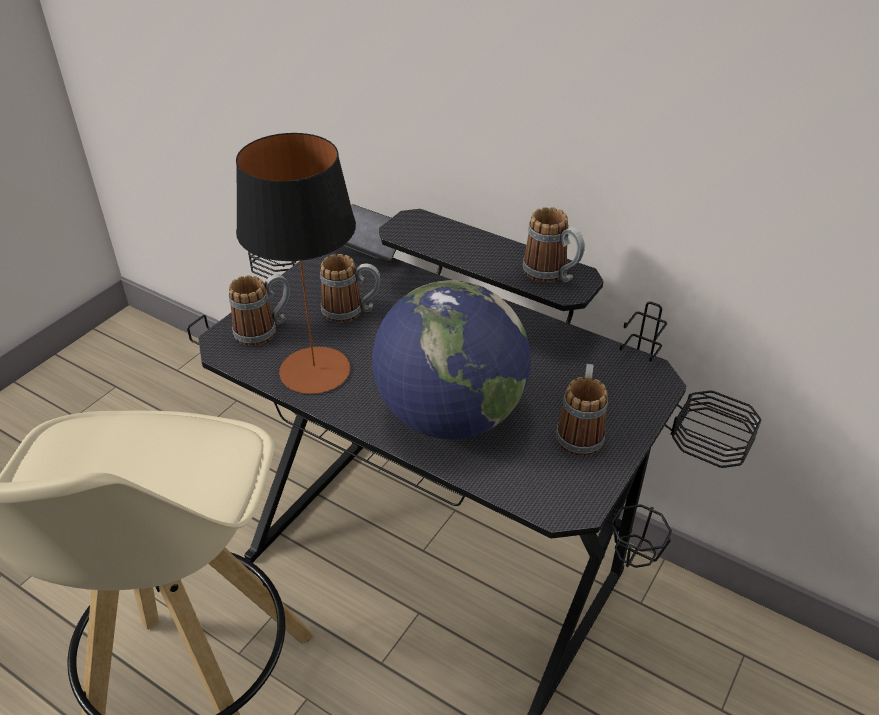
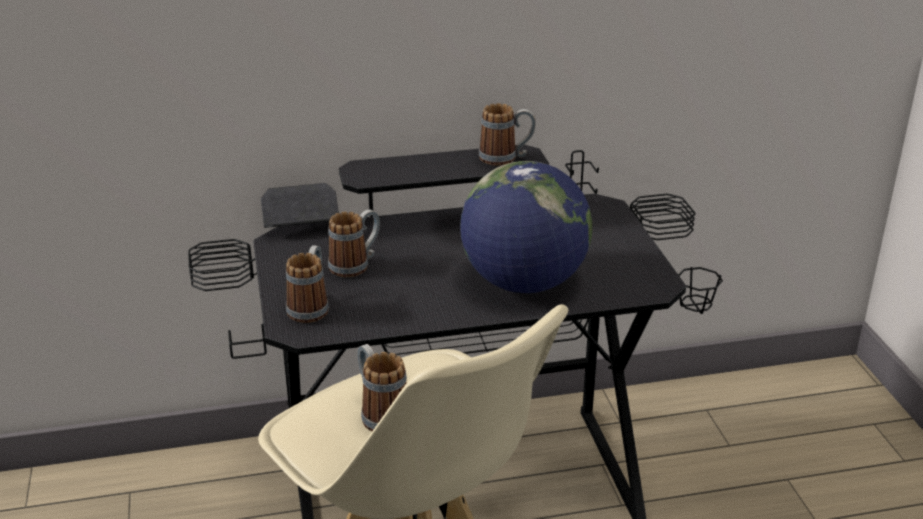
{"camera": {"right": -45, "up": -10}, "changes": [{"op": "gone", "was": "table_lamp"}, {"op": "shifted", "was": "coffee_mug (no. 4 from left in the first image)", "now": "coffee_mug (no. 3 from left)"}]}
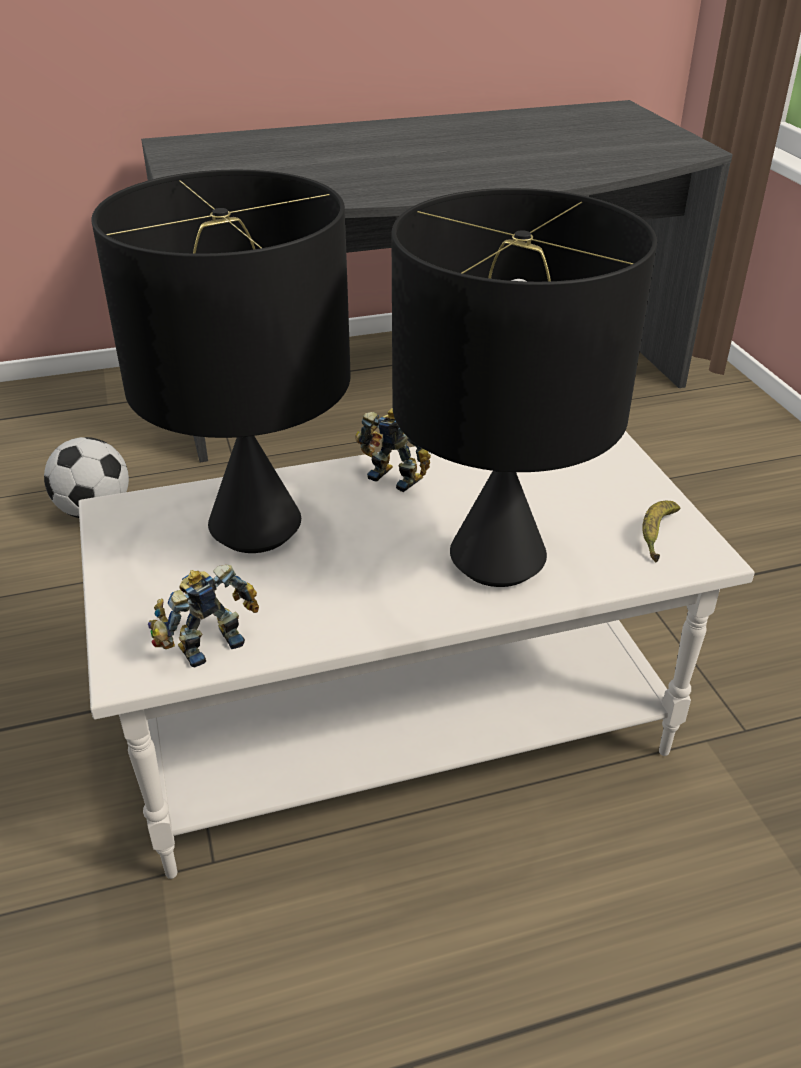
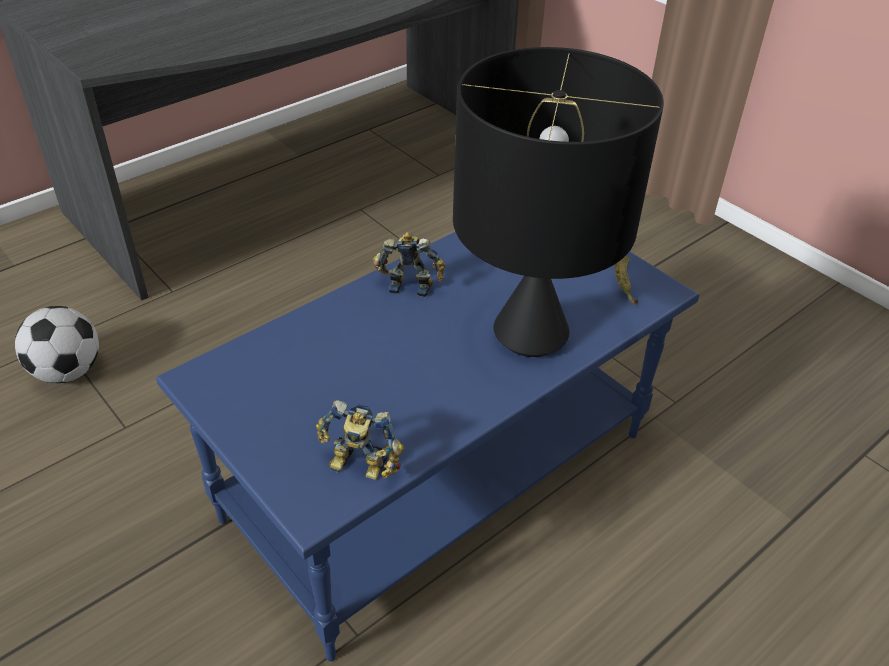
{"camera": {"right": -25, "up": 5}, "changes": [{"op": "repainted", "was": "white-coloured_low_table", "now": "blue_low_table"}, {"op": "gone", "was": "black_table_lamp (no. 1 from left)"}, {"op": "rotated", "was": "model_robot (no. 1 from left)", "clockwise": -105}]}
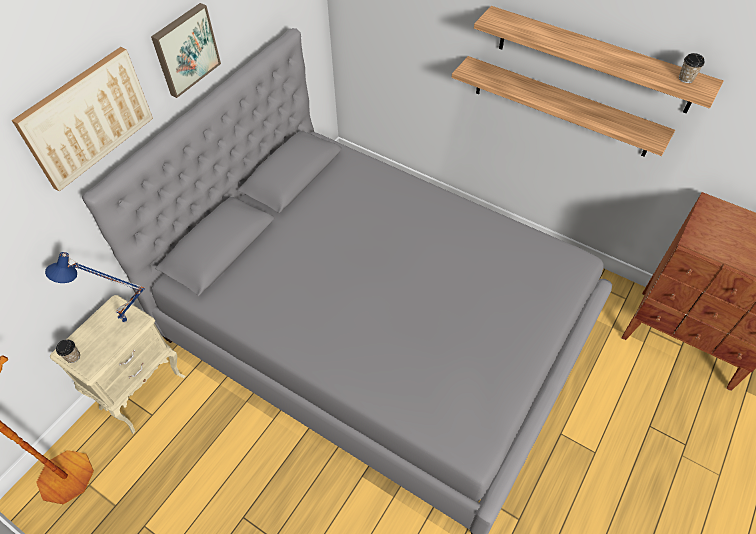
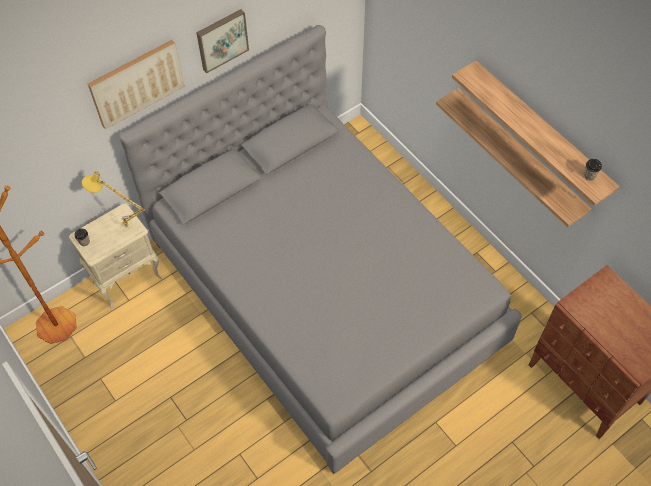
{"camera": {"right": 20, "up": 5}, "changes": [{"op": "repainted", "was": "blue_table_lamp", "now": "yellow_table_lamp"}]}
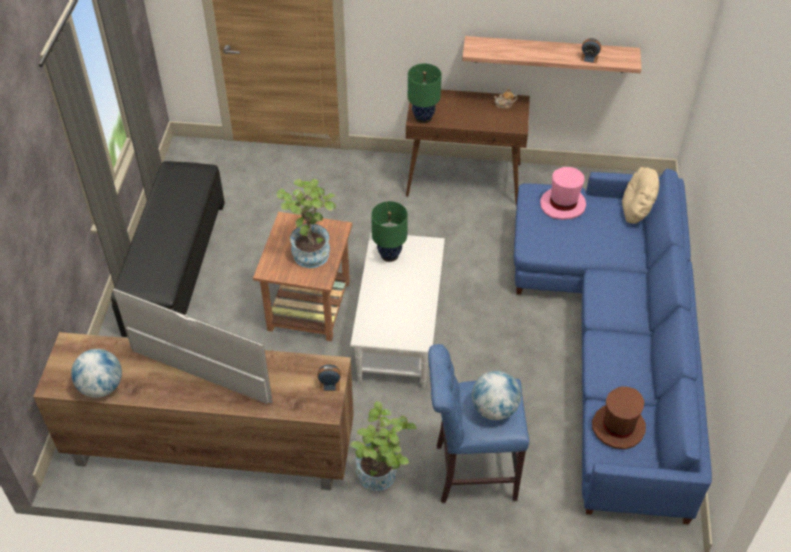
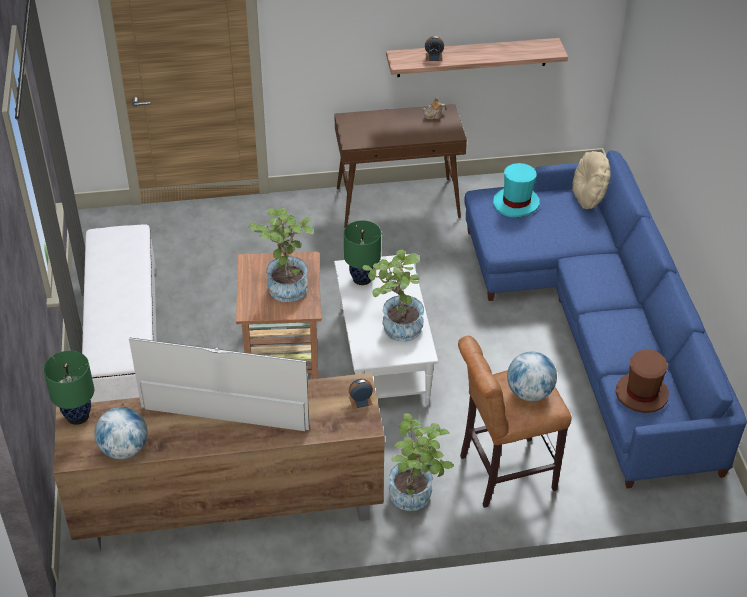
{"camera": {"right": -15, "up": -5}, "changes": [{"op": "repainted", "was": "black_long_seat", "now": "white-coloured_long_seat"}, {"op": "shifted", "was": "greenish_table_lamp (no. 2 from left in the first image)", "now": "greenish_table_lamp (no. 1 from left)"}, {"op": "repainted", "was": "blue_stool_seat", "now": "brown_stool_seat"}, {"op": "repainted", "was": "pinkish_hat", "now": "turquoise-coloured_hat"}, {"op": "shifted", "was": "table_clock (no. 2 from left)"}, {"op": "new", "now": "potted_plant (no. 2 from left)"}]}
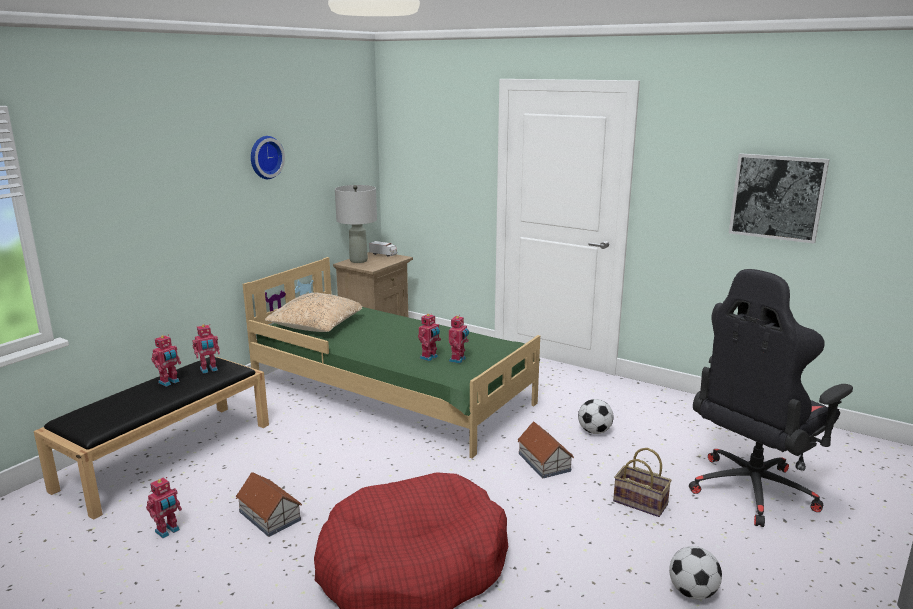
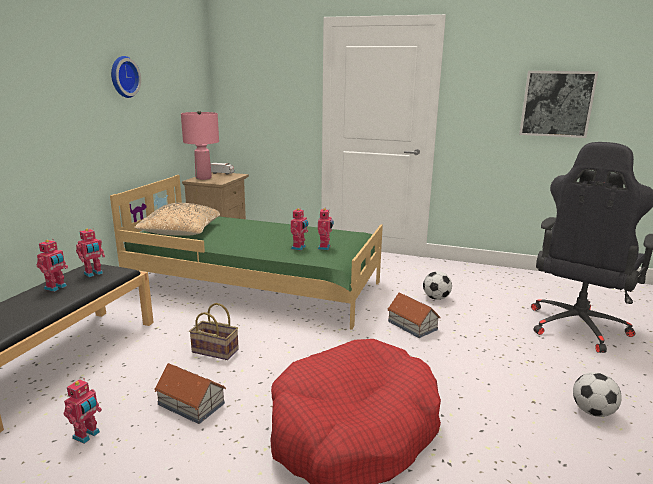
{"camera": {"right": -15, "up": 0}, "changes": [{"op": "repainted", "was": "grey_table_lamp", "now": "pinkish_table_lamp"}, {"op": "shifted", "was": "household_basket"}]}
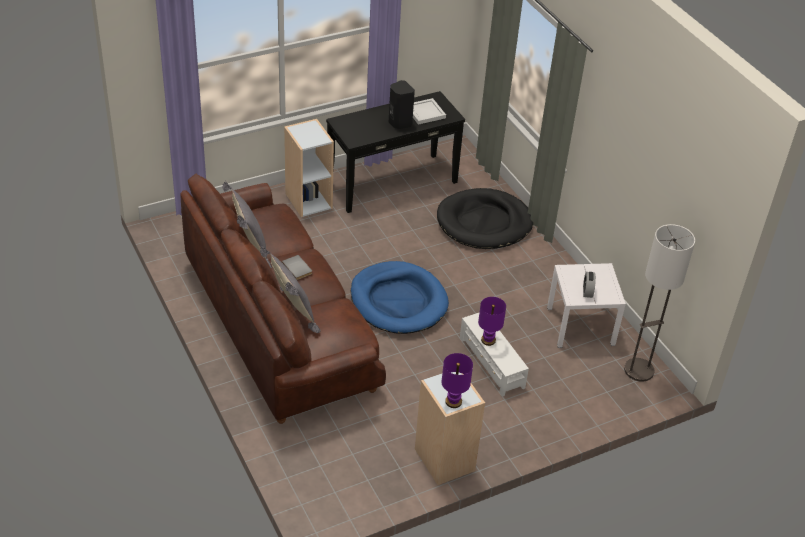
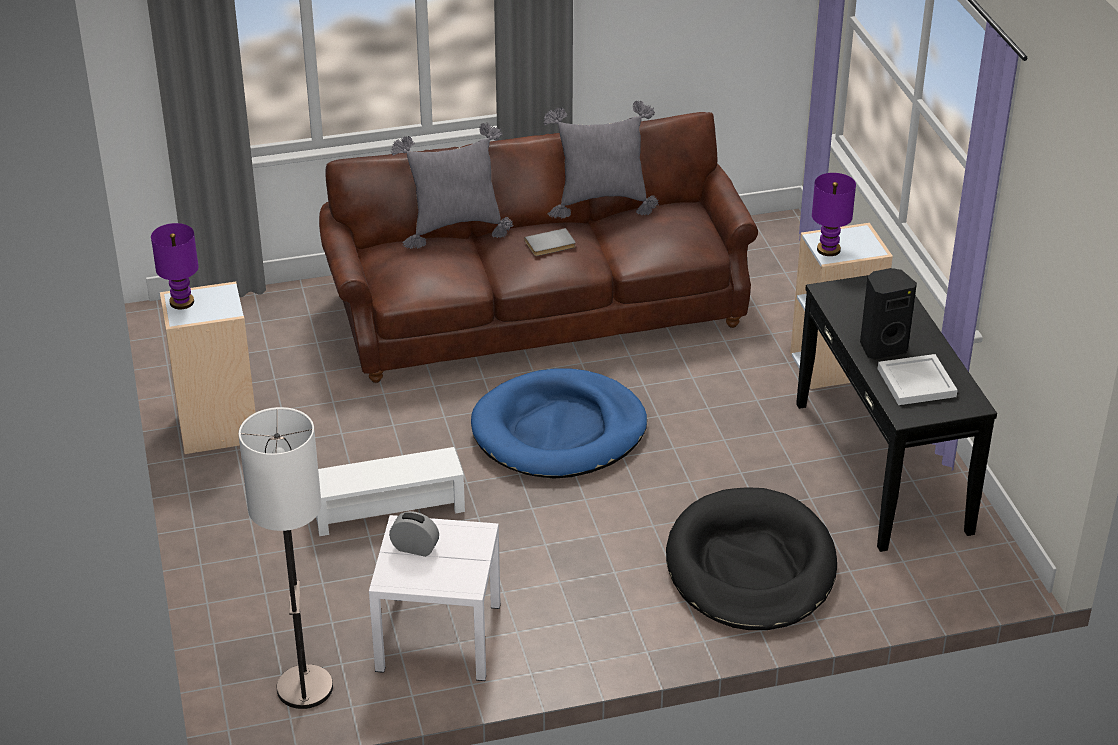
{"camera": {"right": 105, "up": -5}, "changes": [{"op": "shifted", "was": "purple-coloured_table_lamp (no. 2 from left)"}]}
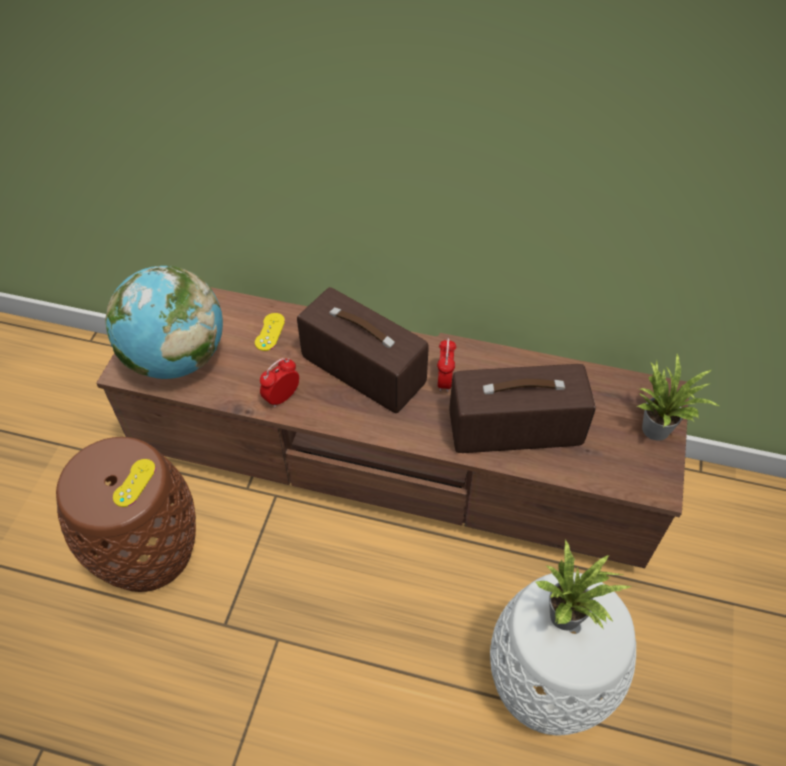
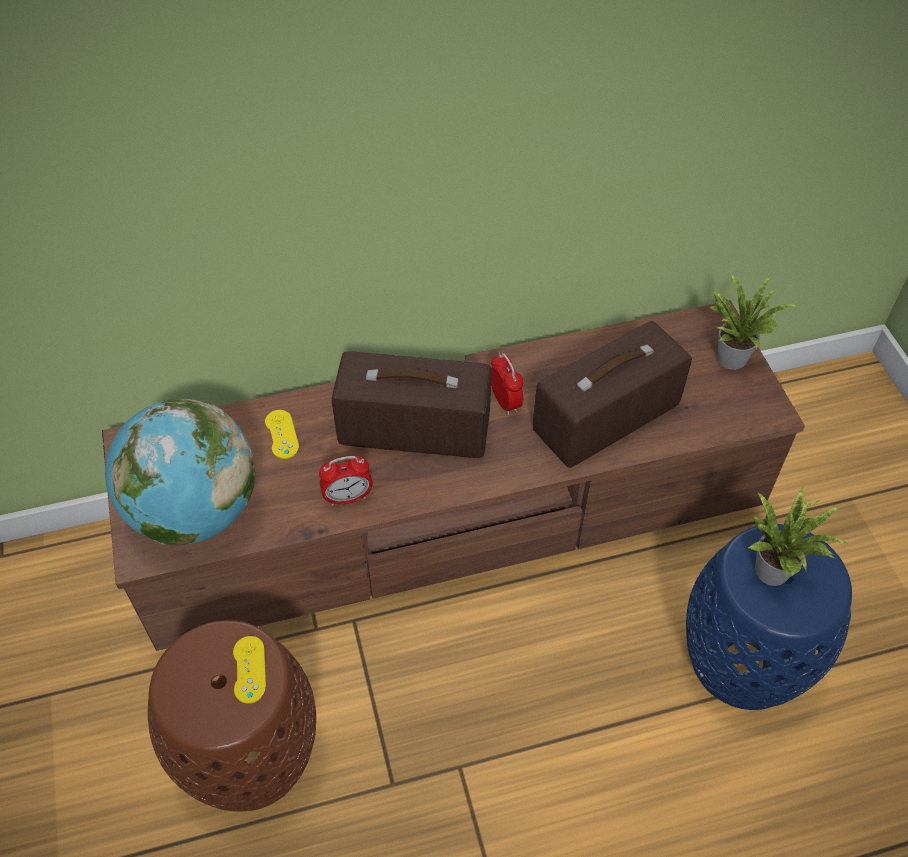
{"camera": {"right": -30, "up": 0}, "changes": [{"op": "rotated", "was": "table_clock (no. 1 from left)", "clockwise": -120}, {"op": "repainted", "was": "white-coloured_stool_seat", "now": "blue_stool_seat"}]}
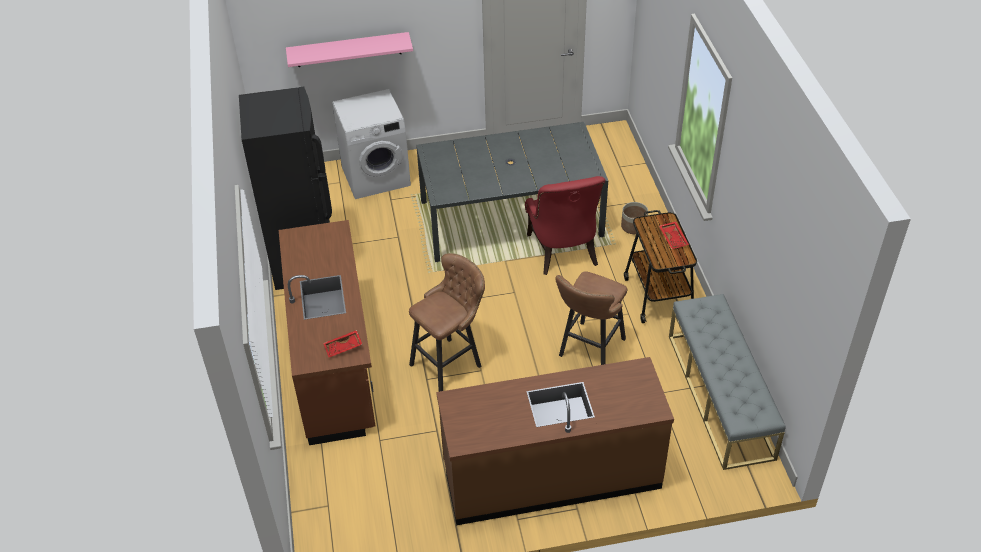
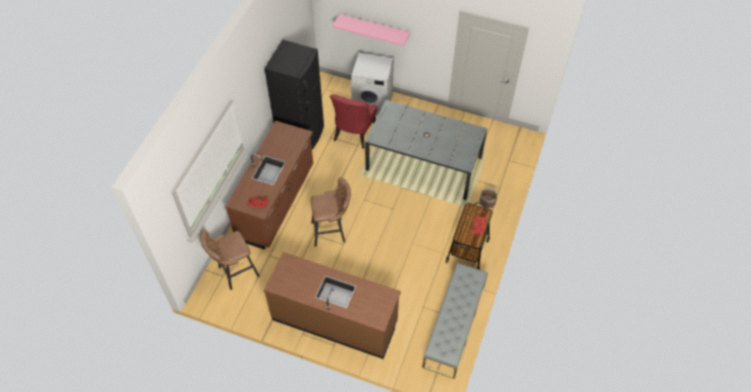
{"camera": {"right": 30, "up": 10}, "changes": [{"op": "shifted", "was": "red-coloured_plain_chair"}, {"op": "shifted", "was": "brown_stool_seat (no. 2 from left in the first image)", "now": "brown_stool_seat (no. 1 from left)"}]}
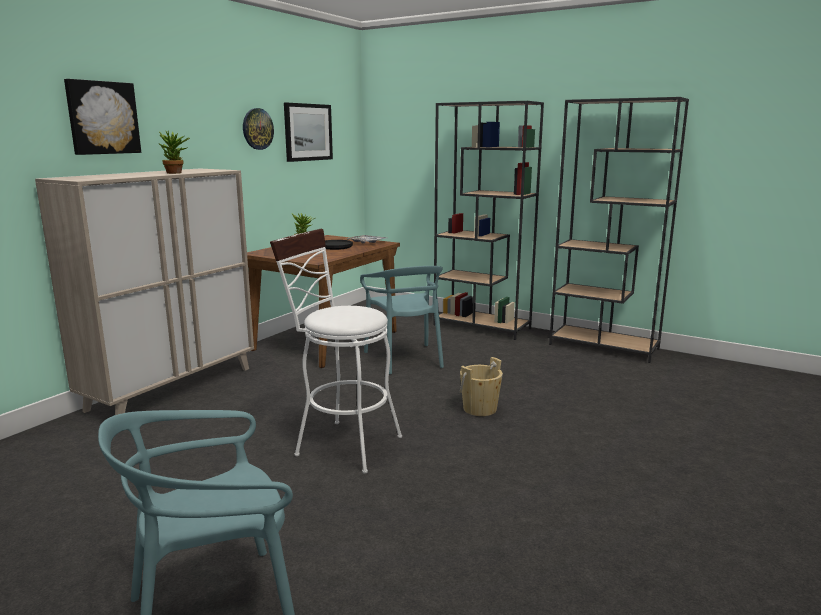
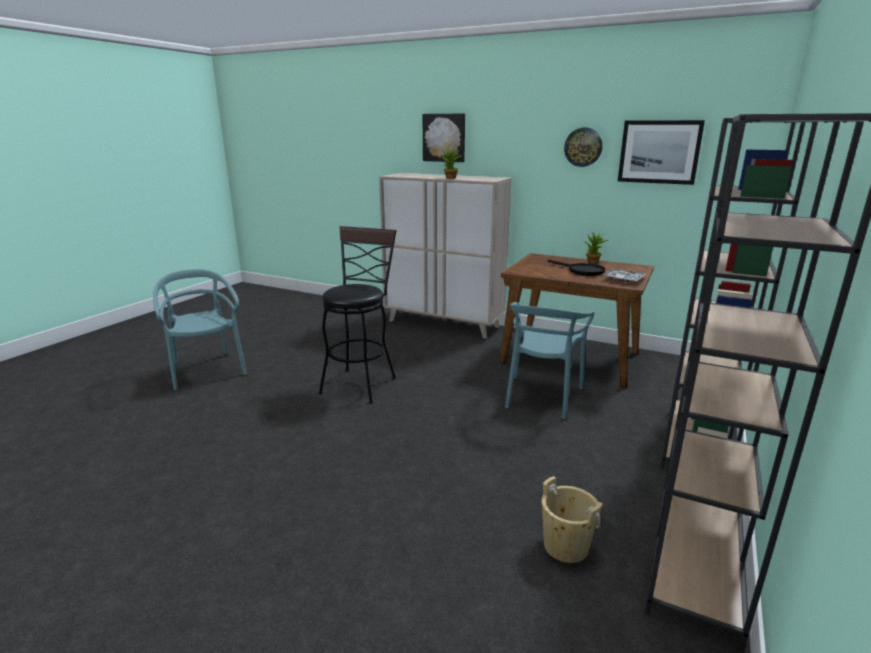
{"camera": {"right": 85, "up": 5}, "changes": [{"op": "repainted", "was": "white-coloured_stool_seat", "now": "black_stool_seat"}, {"op": "rotated", "was": "turquoise-coloured_plain_chair (no. 2 from left)", "clockwise": -45}, {"op": "shifted", "was": "beige_water_bucket"}]}
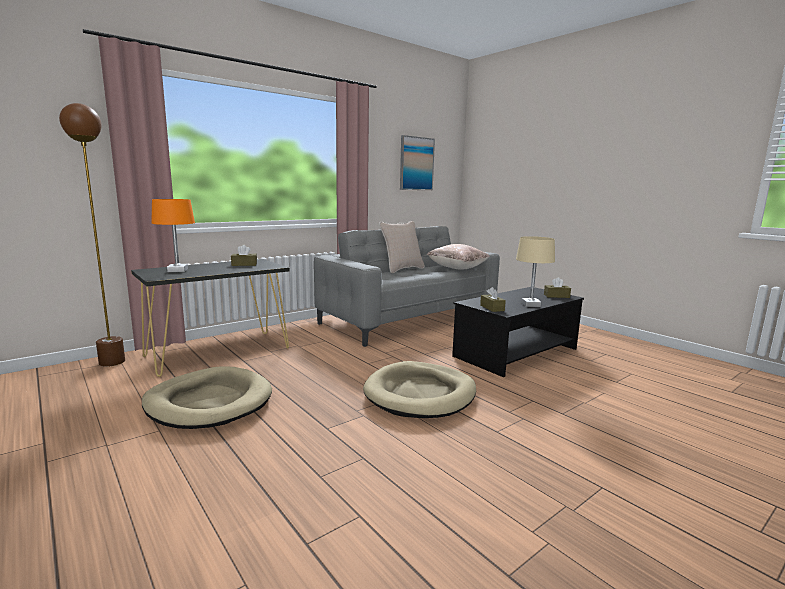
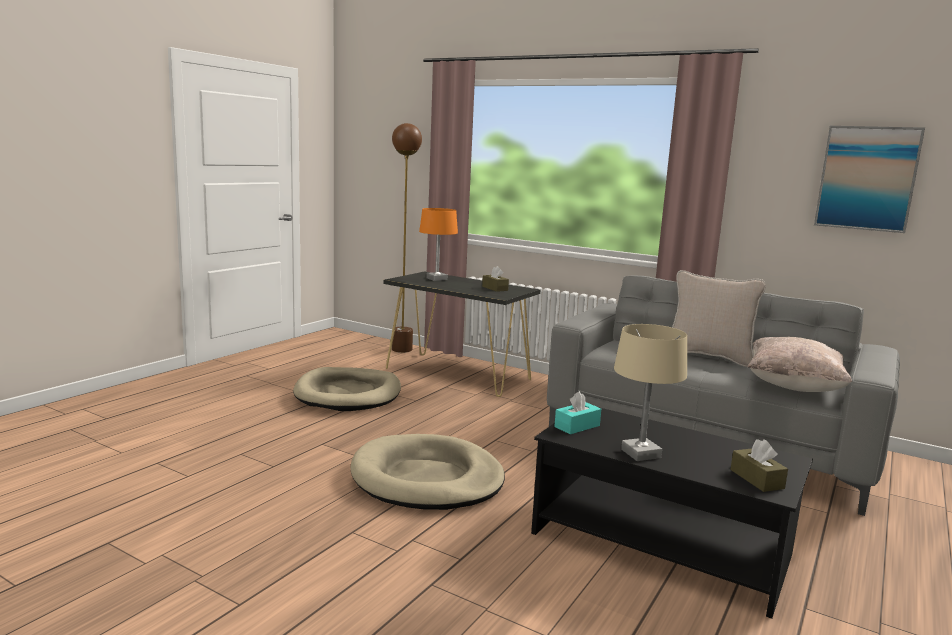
{"camera": {"right": 70, "up": 0}, "changes": [{"op": "repainted", "was": "brown_tissue_box (no. 2 from left)", "now": "turquoise-coloured_tissue_box"}]}
